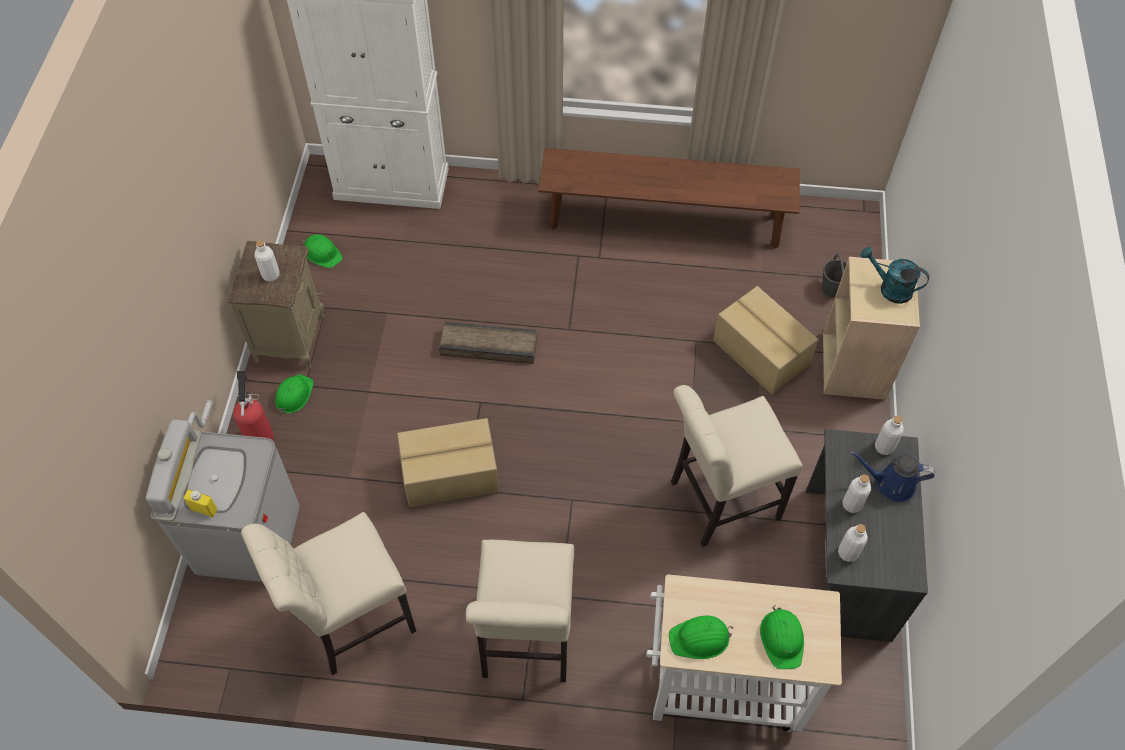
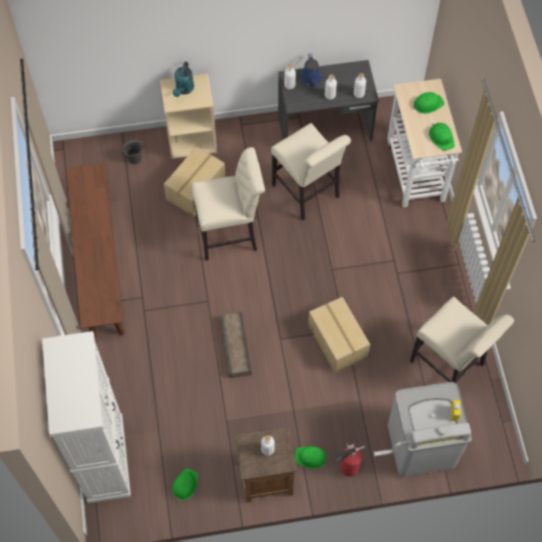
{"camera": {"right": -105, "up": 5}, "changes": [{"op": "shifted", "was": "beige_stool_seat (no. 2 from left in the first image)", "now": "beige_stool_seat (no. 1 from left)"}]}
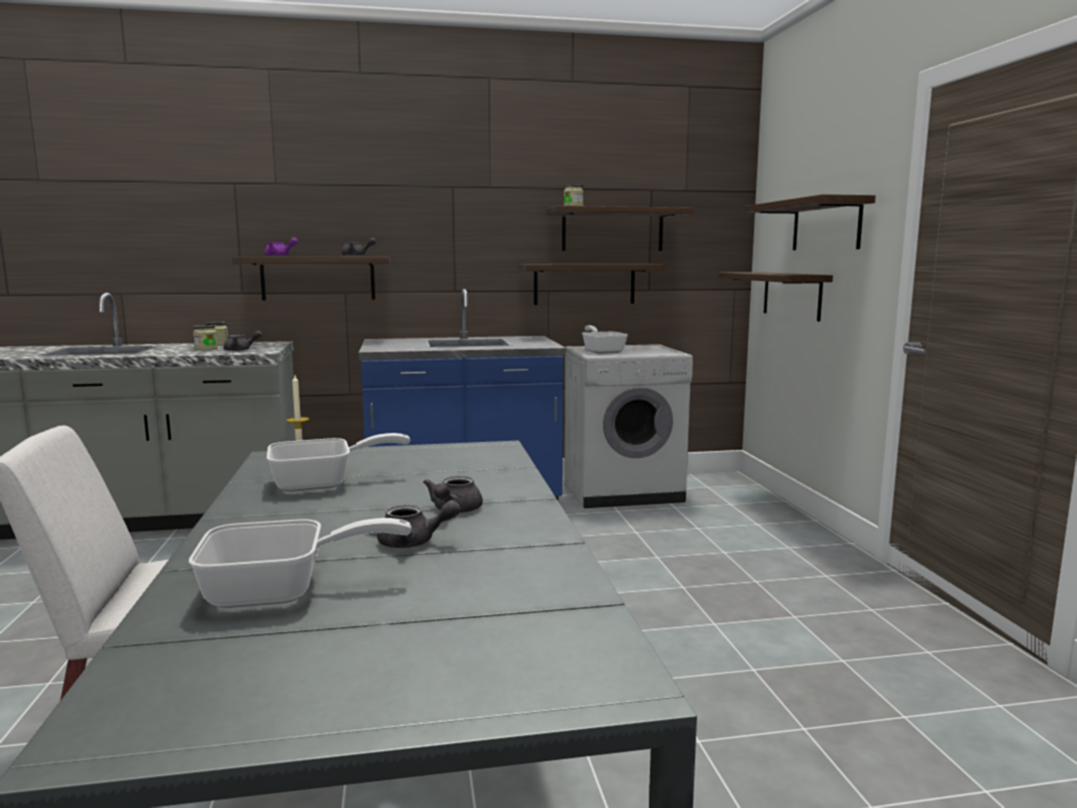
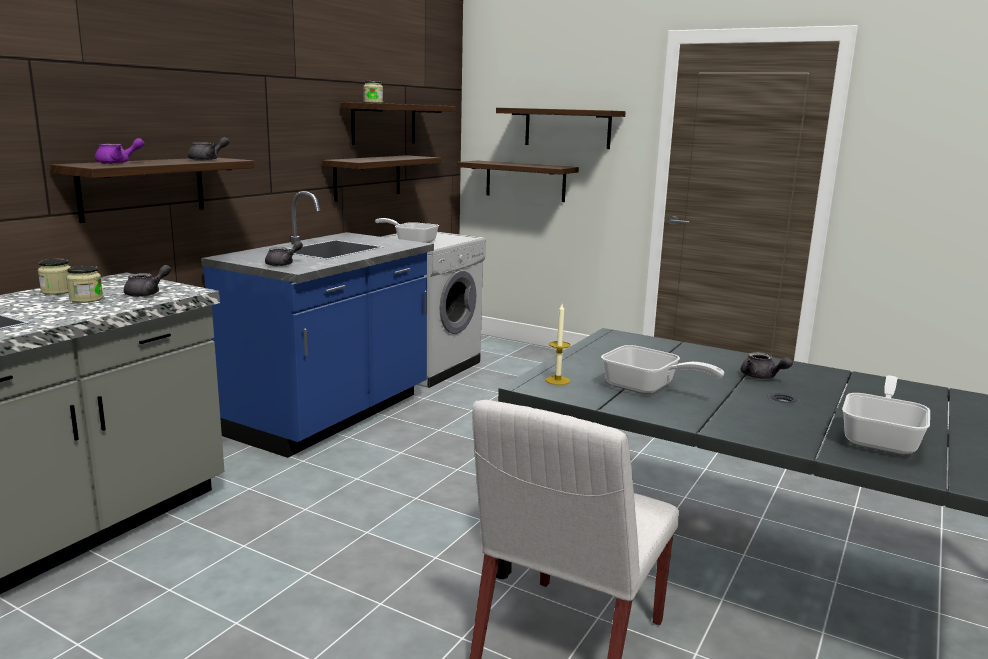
{"camera": {"right": -50, "up": 5}, "changes": [{"op": "rotated", "was": "pan (no. 2 from left)", "clockwise": 105}, {"op": "shifted", "was": "grey_pot_for_tea (no. 3 from left)"}]}
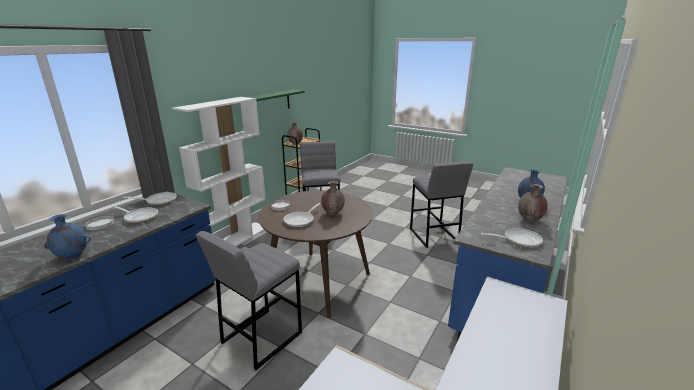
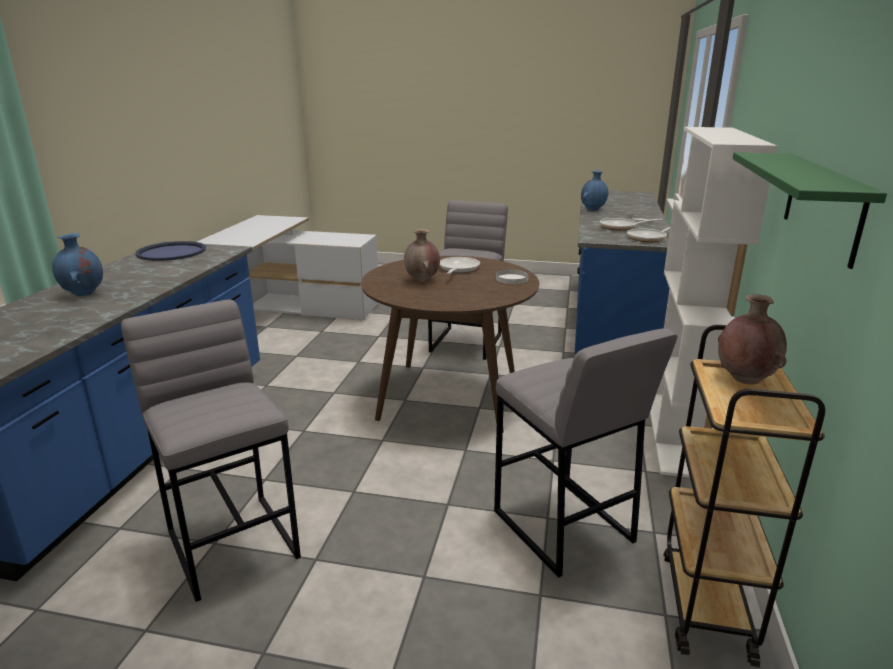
{"camera": {"right": 160, "up": 0}, "changes": [{"op": "swapped", "was": "pan (no. 4 from left)", "now": "blue_carrying_tray"}, {"op": "gone", "was": "brown_vase (no. 3 from left)"}]}
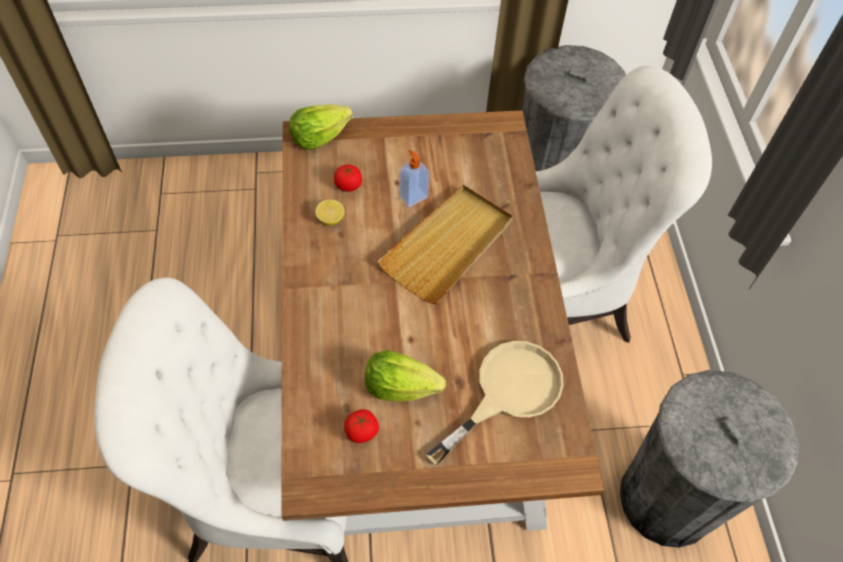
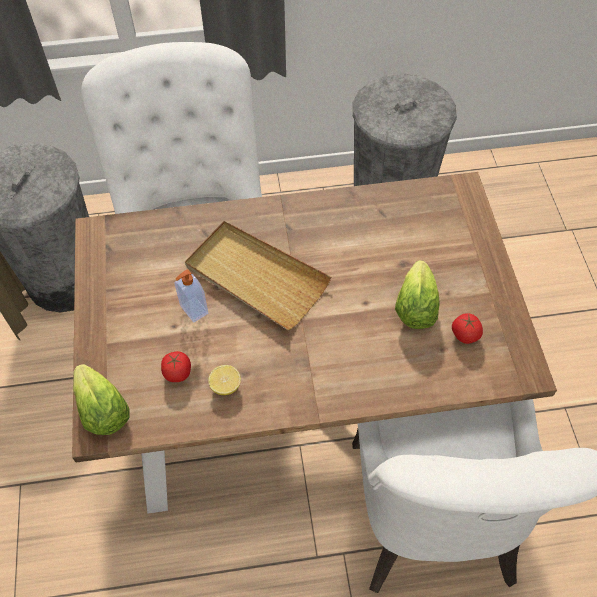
{"camera": {"right": -90, "up": 0}, "changes": [{"op": "gone", "was": "beige_pan"}]}
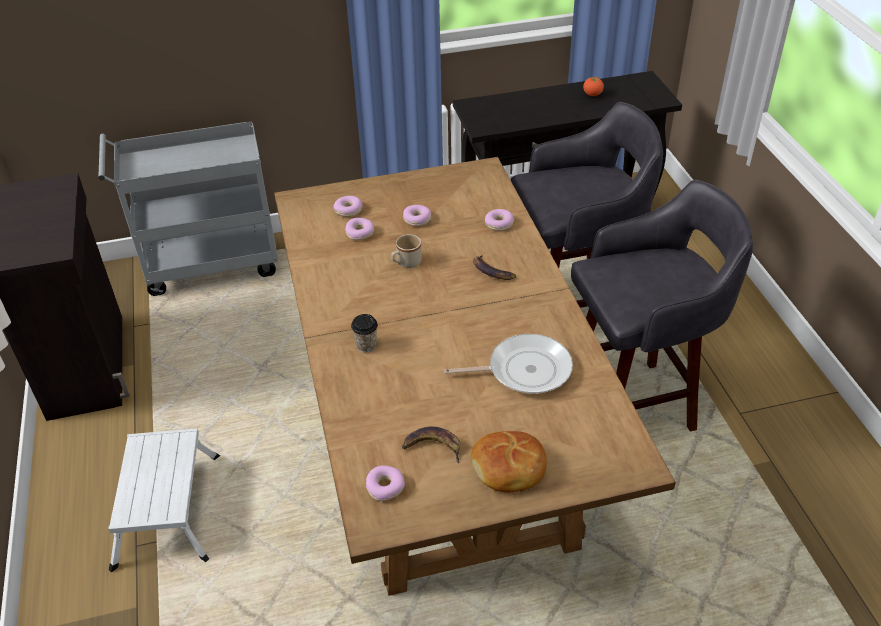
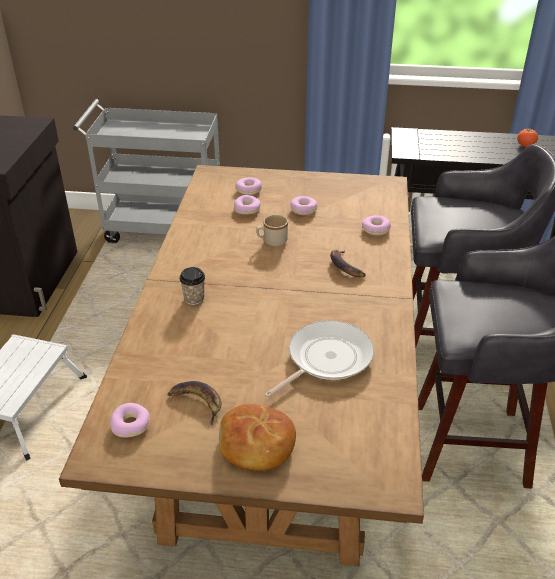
{"camera": {"right": 20, "up": -5}, "changes": [{"op": "rotated", "was": "pan", "clockwise": -60}]}
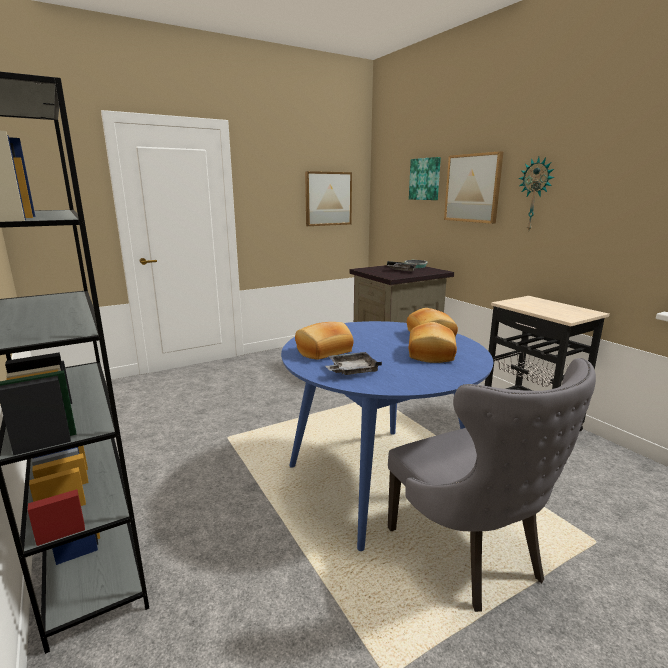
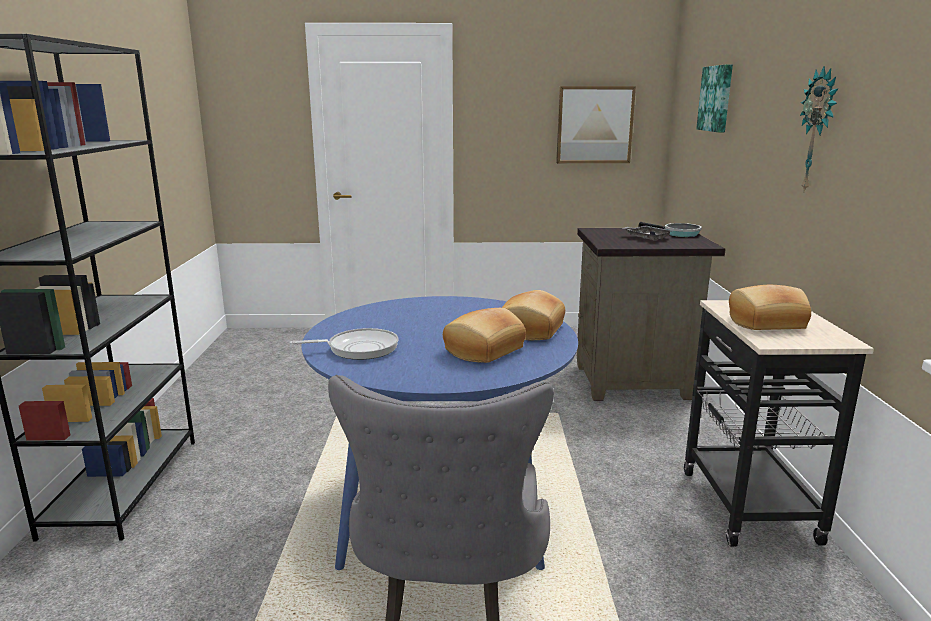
{"camera": {"right": 30, "up": 0}, "changes": [{"op": "shifted", "was": "baked_bread (no. 1 from left in the first image)", "now": "baked_bread (no. 3 from left)"}, {"op": "swapped", "was": "grey_carrying_tray (no. 1 from left)", "now": "pan (no. 1 from left)"}, {"op": "gone", "was": "picture (no. 3 from left)"}]}
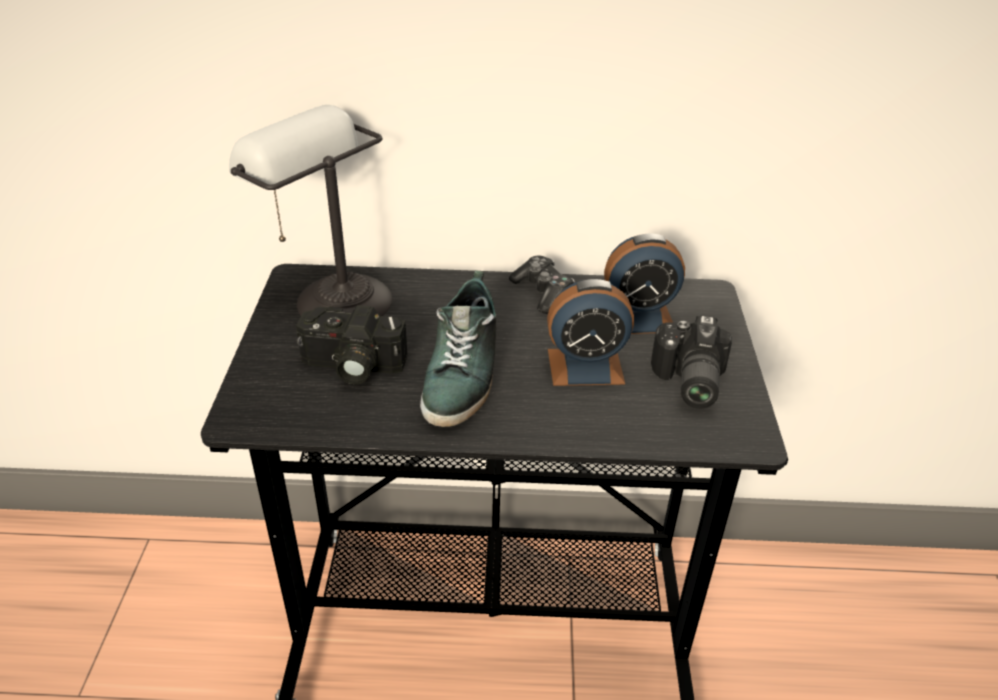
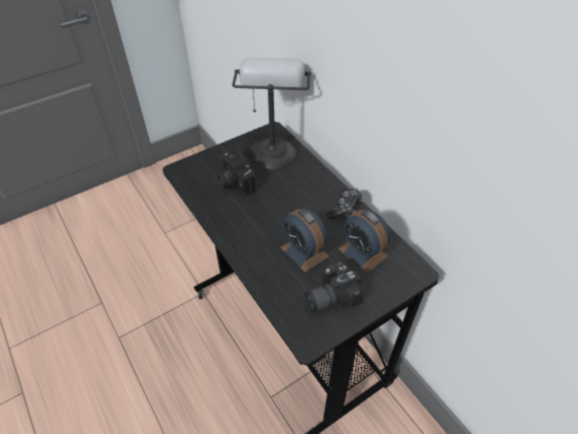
{"camera": {"right": 55, "up": 10}, "changes": [{"op": "gone", "was": "low_shoe"}]}
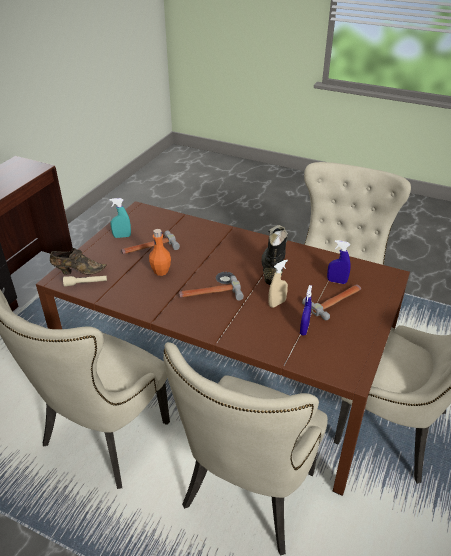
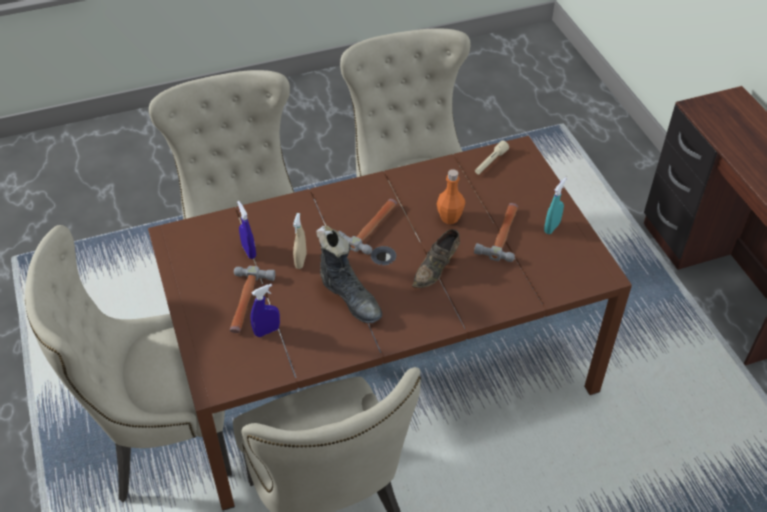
{"camera": {"right": 135, "up": 10}, "changes": [{"op": "shifted", "was": "brown_low_shoe"}]}
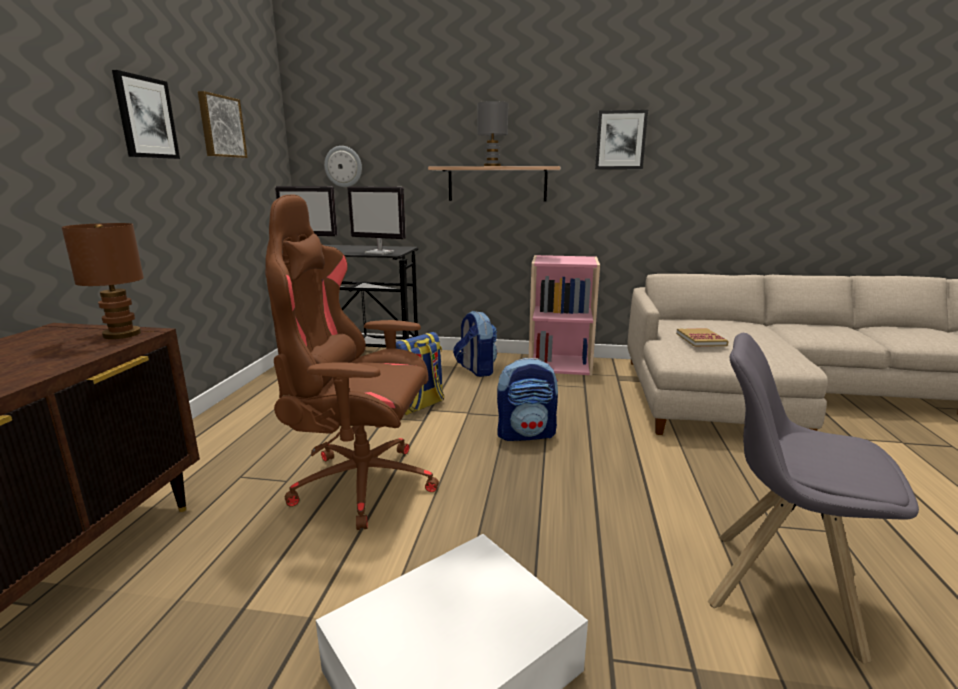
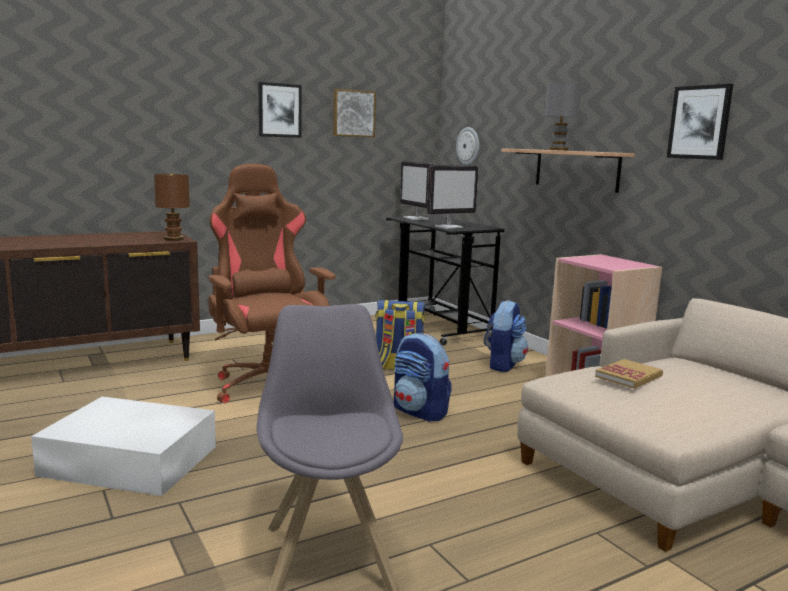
{"camera": {"right": 50, "up": -5}, "changes": [{"op": "rotated", "was": "computer_display (no. 2 from left)", "clockwise": -105}]}
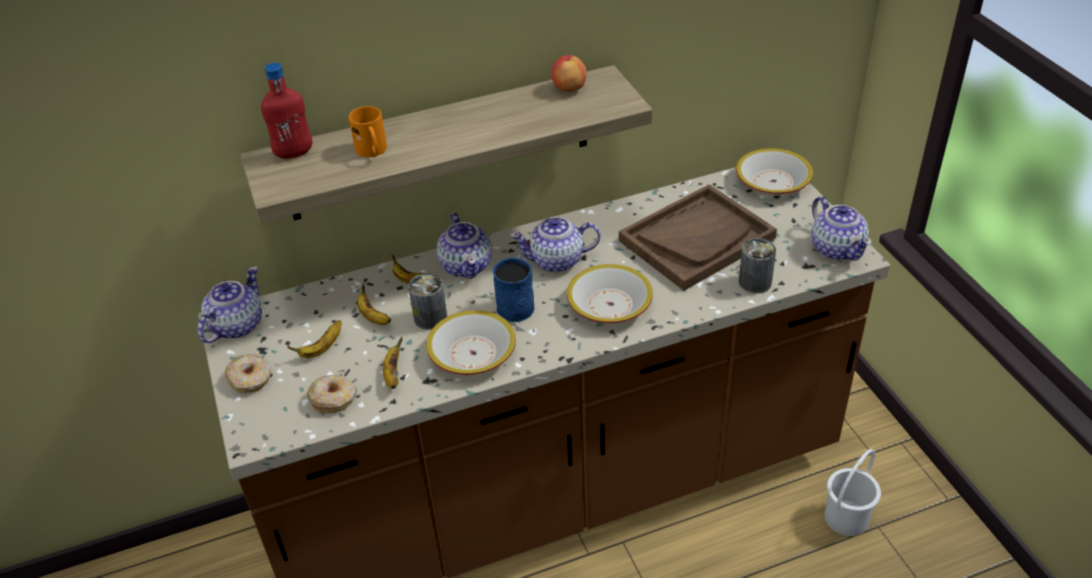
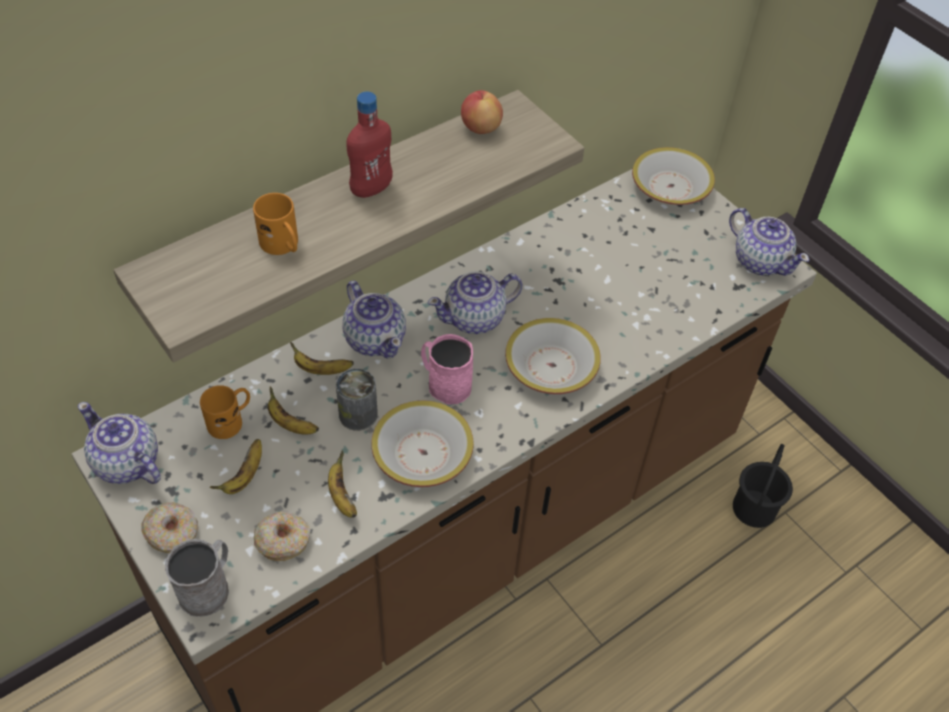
{"camera": {"right": -20, "up": 10}, "changes": [{"op": "rotated", "was": "pot_for_tea (no. 1 from left)", "clockwise": -60}, {"op": "shifted", "was": "red-coloured_drink_bottle"}, {"op": "repainted", "was": "blue_coffee_mug", "now": "pinkish_coffee_mug"}, {"op": "gone", "was": "brown_carrying_tray"}, {"op": "gone", "was": "can (no. 2 from left)"}, {"op": "repainted", "was": "white-coloured_water_bucket", "now": "black_water_bucket"}, {"op": "new", "now": "grey_coffee_mug"}, {"op": "new", "now": "orange-coloured_coffee_mug (no. 1 from left)"}]}
